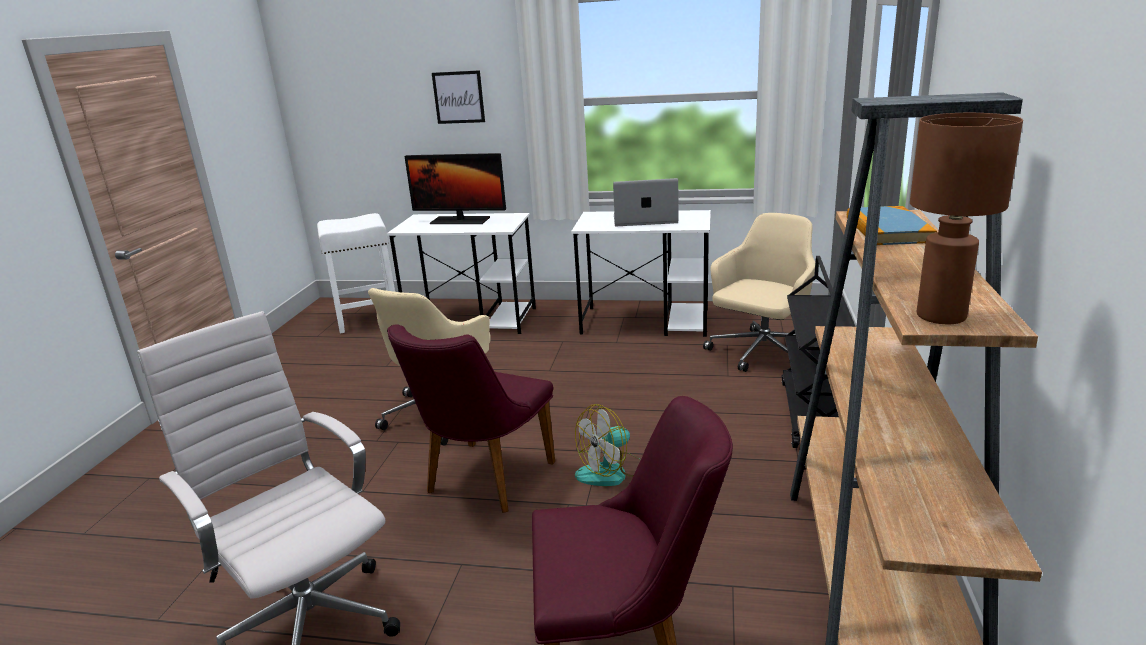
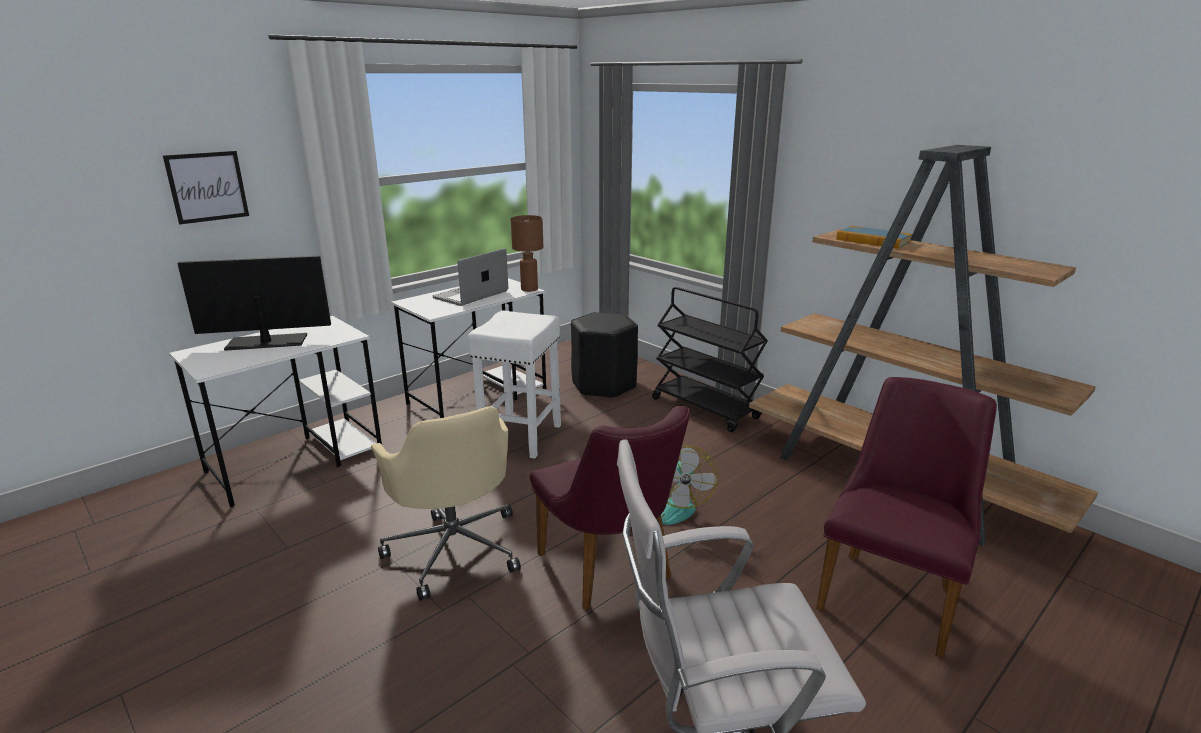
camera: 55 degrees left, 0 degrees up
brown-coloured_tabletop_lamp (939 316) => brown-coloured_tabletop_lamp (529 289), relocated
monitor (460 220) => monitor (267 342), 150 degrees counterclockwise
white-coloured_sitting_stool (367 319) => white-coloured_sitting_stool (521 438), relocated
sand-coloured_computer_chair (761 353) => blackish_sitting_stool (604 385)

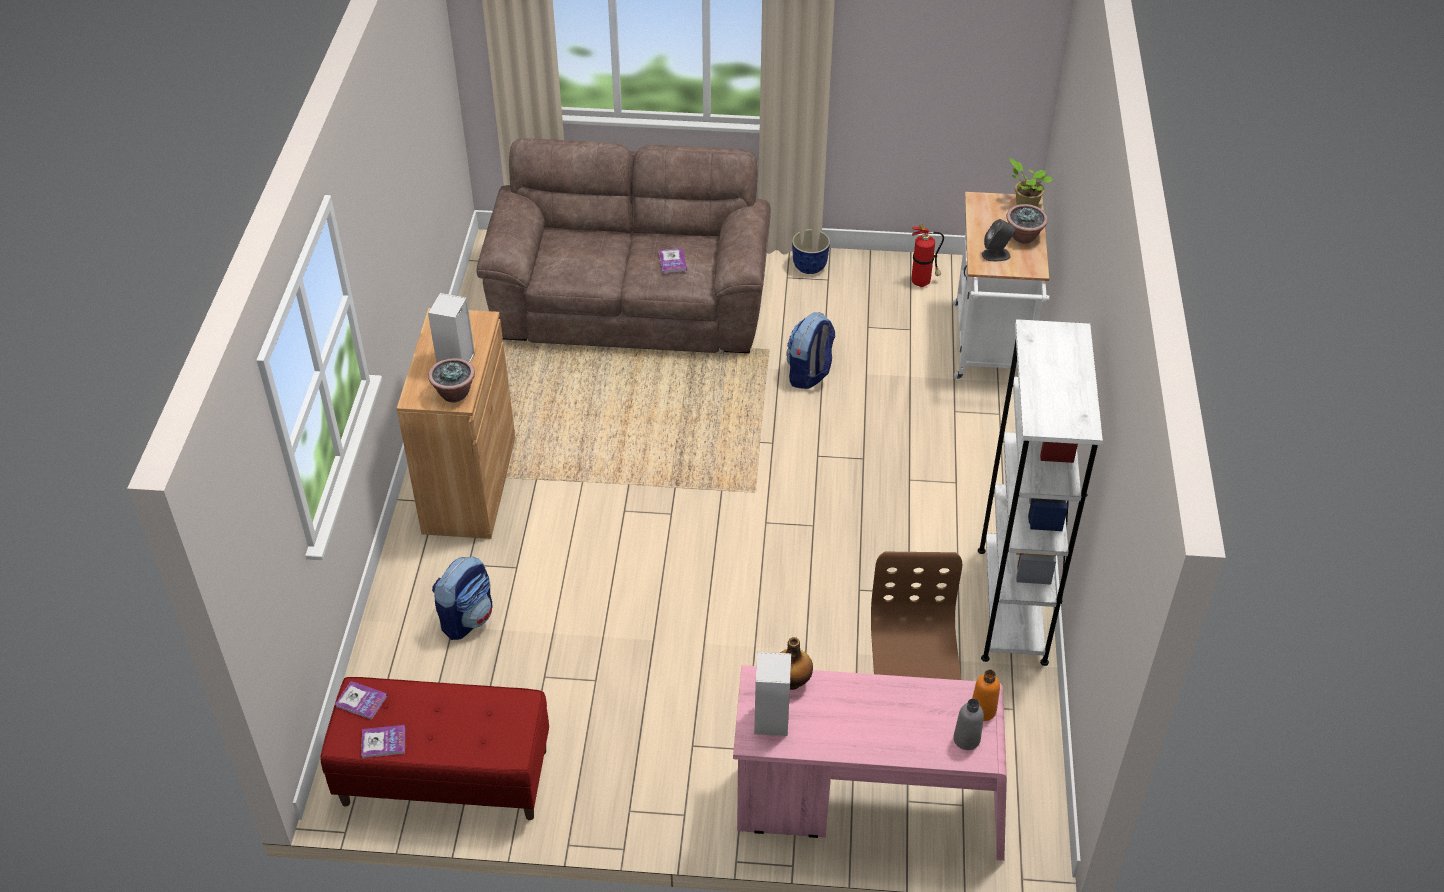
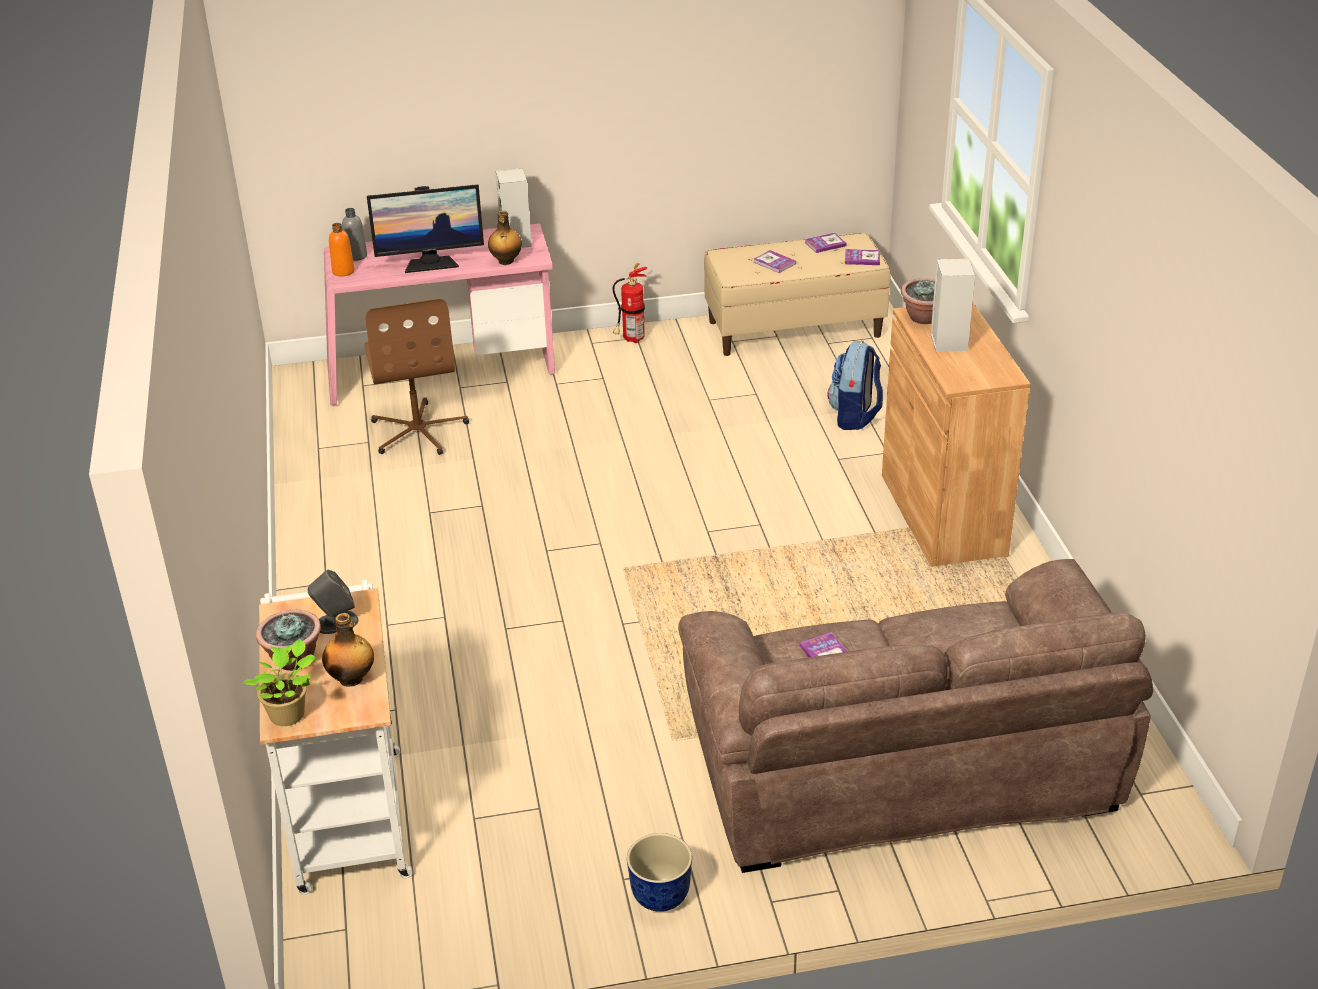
camera: 165 degrees right, 10 degrees down
extinguisher (923 283) => extinguisher (631 340), relocated
rucksack (809 374) => nothing
white-coloured_shelving_unit (1012 605) => nothing
red_indoor_bench (444 777) => sand-coloured_indoor_bench (794 328)
nothing => monitor (430 263)
nothing => volume (774 263)
nothing => beverage_bottle (352 679)

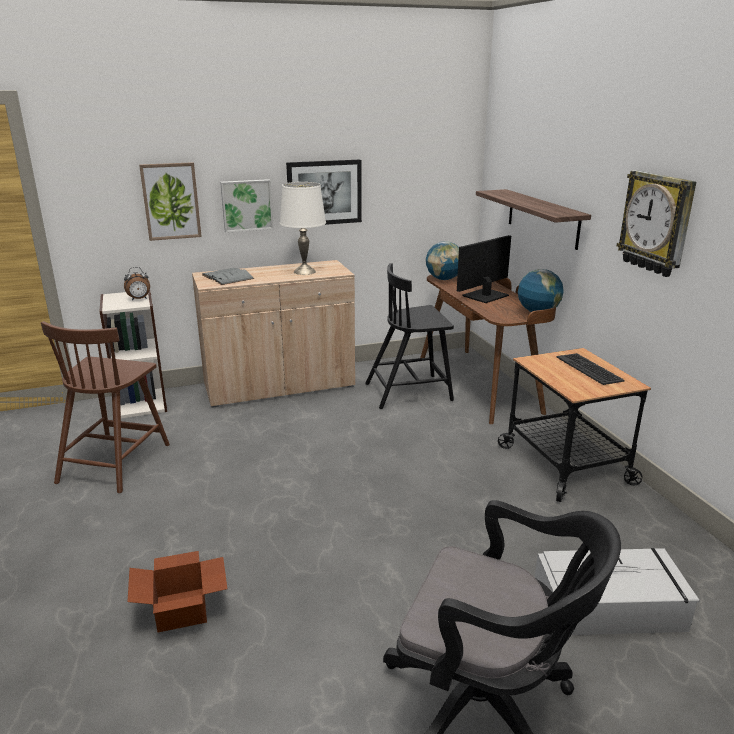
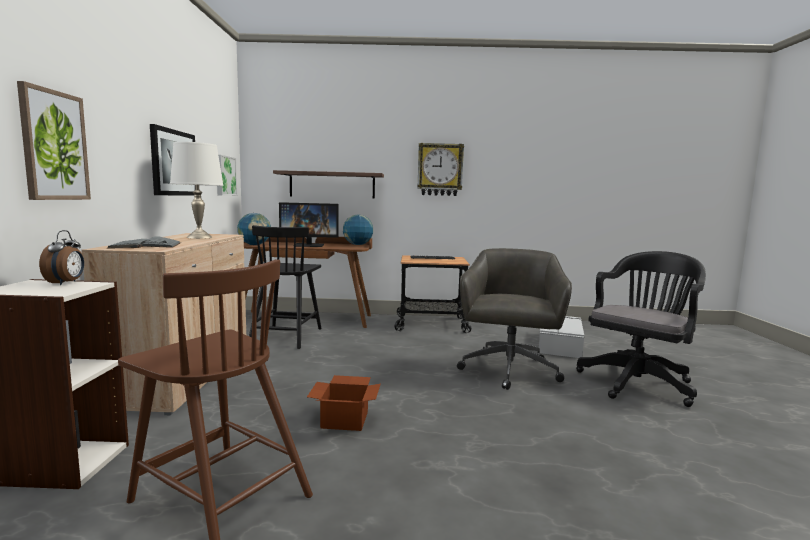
camera: 70 degrees left, 15 degrees down
picture (247 205) => picture (224 176), relocated
monitor (485 296) => monitor (309 245), 75 degrees counterclockwise
packing_box (183 610) => packing_box (346 419), relocated
nothing => grey_computer_chair (509 371)

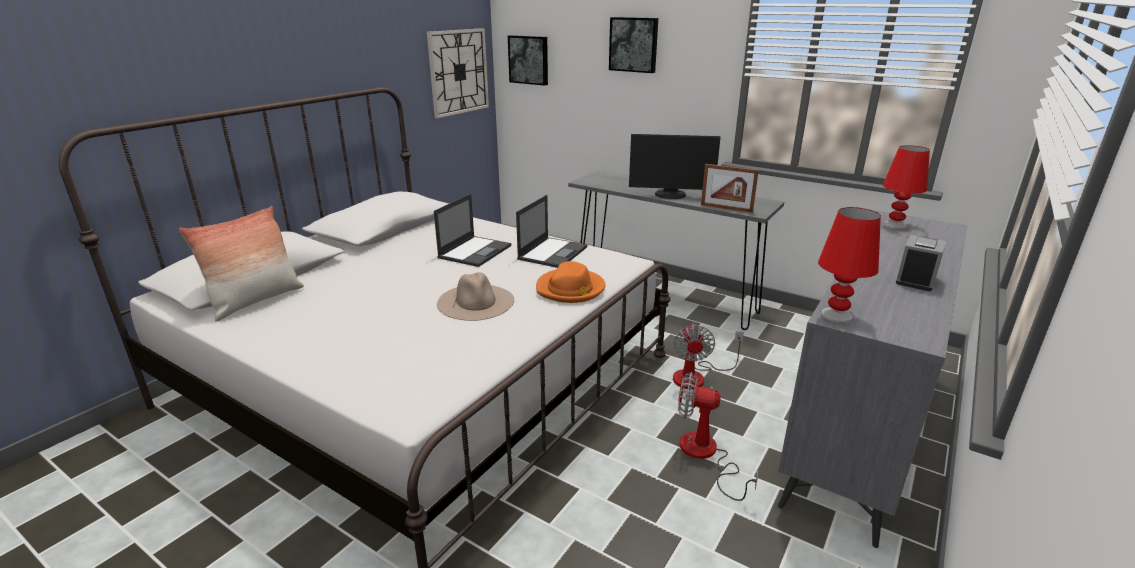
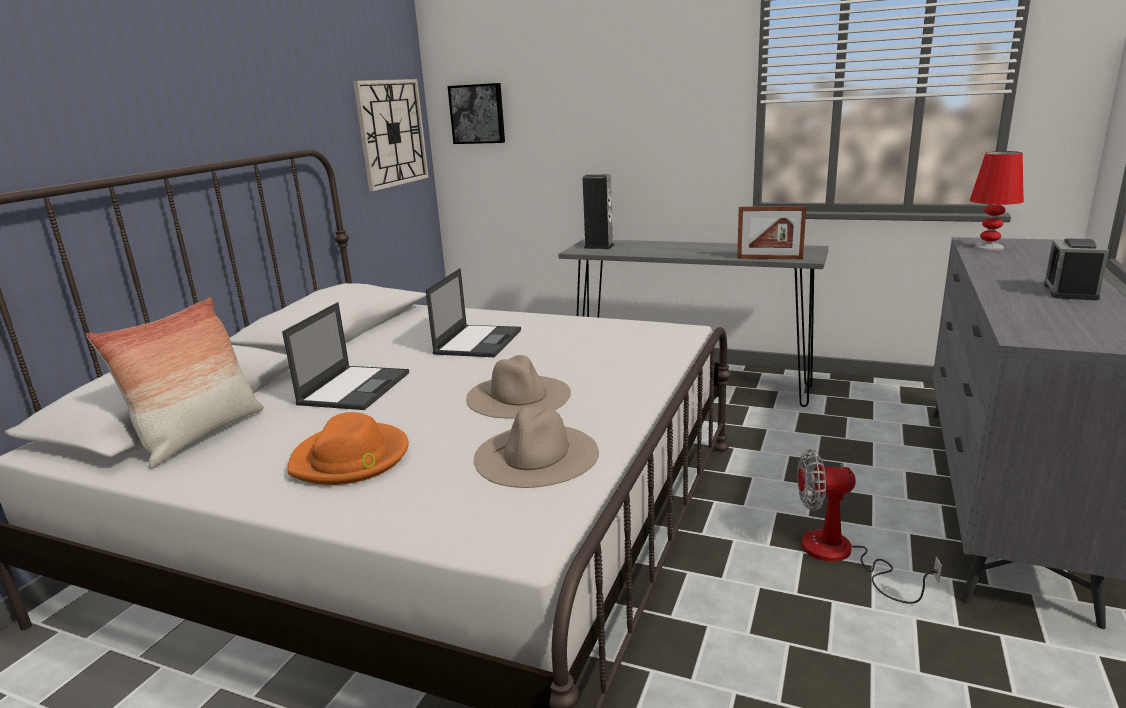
camera: 10 degrees left, 5 degrees down
picture (634 44) => nothing
monitor (670 195) => nothing
notebook_computer (553 252) => notebook_computer (355 387), relocated
red_tabletop_lamp (837 315) => nothing
orange-coloured_hat (570 289) => orange-coloured_hat (351 459), relocated
cooling_fan (697 376) => nothing
nothing => audio_speaker (599 246)
nothing => sand-coloured_hat (536 454)

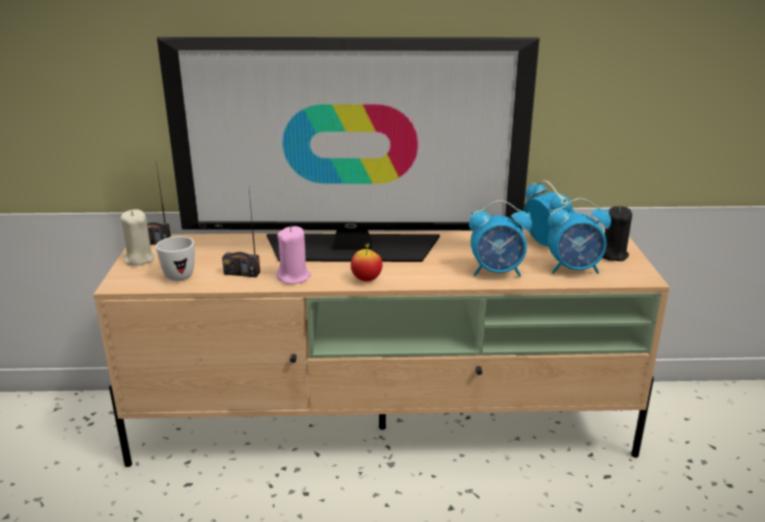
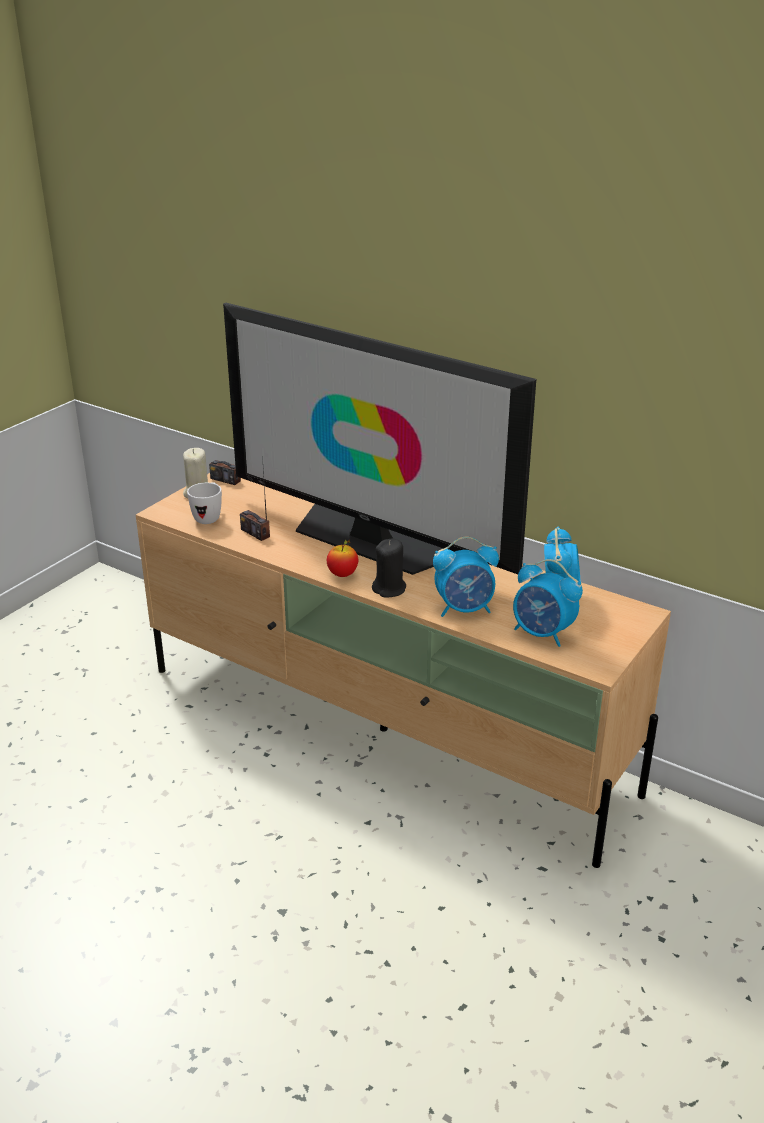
camera: 35 degrees right, 5 degrees up
alarm_clock (497 272) => alarm_clock (464 609), 45 degrees counterclockwise
blackish_wax_light (612 255) => blackish_wax_light (389 589), relocated
pinkish_wax_light (294 277) => nothing

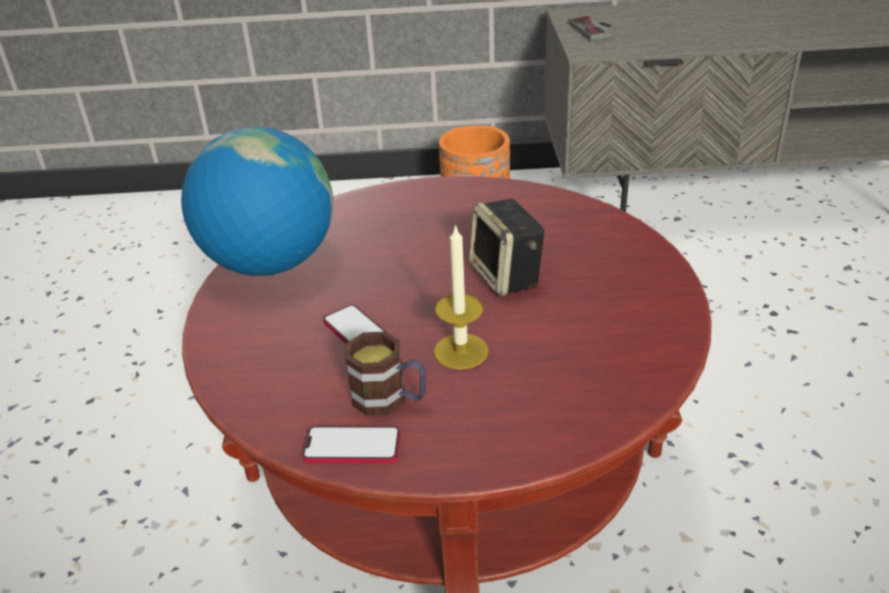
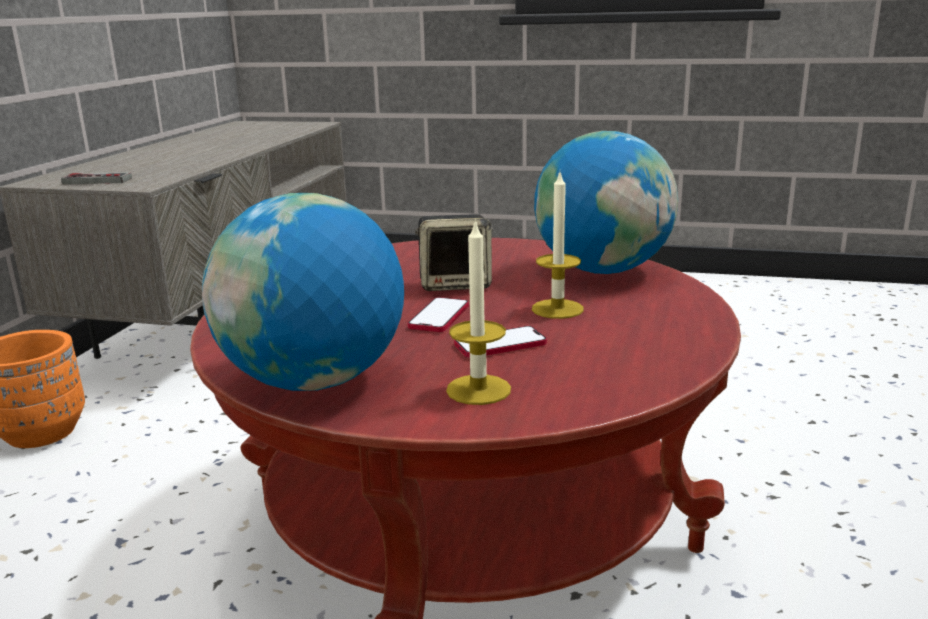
camera: 75 degrees left, 15 degrees down
coffee_mug (390 399) => nothing
telephone (352 447) => telephone (439 317), relocated
nothing => world_globe (603 270)
nothing => wax_light (478 389)

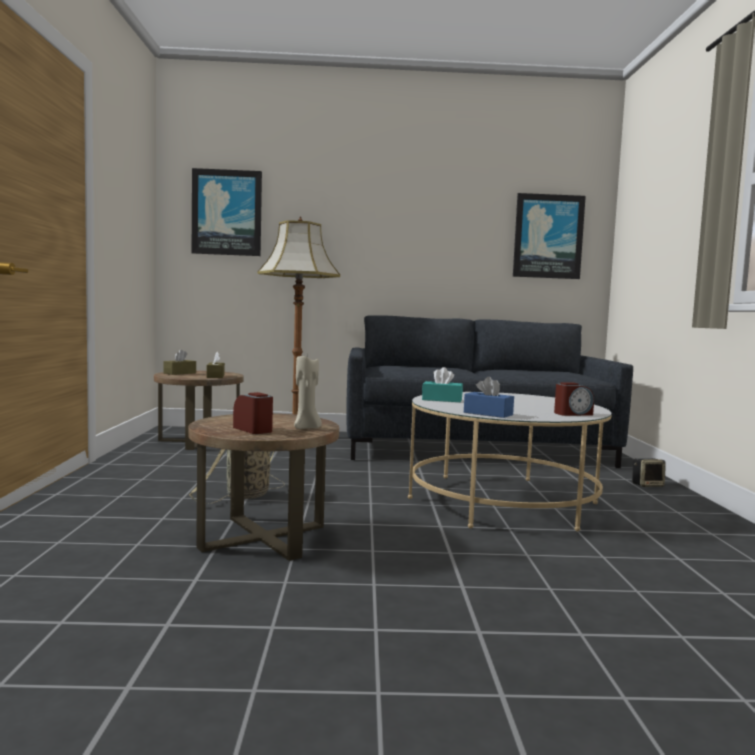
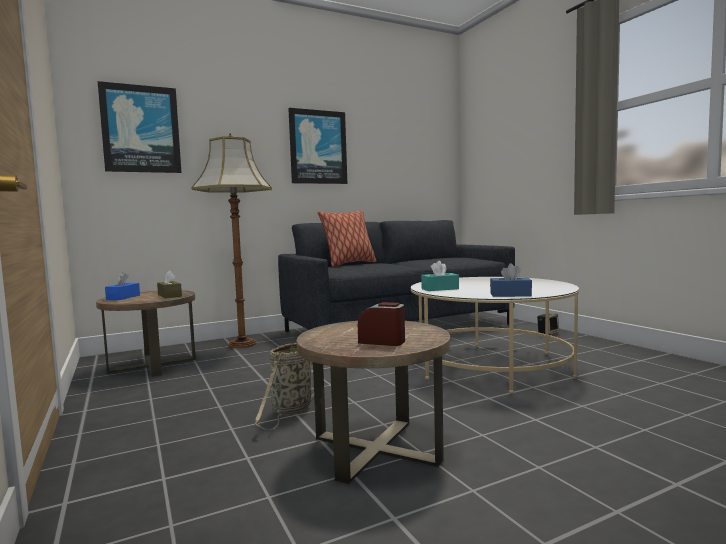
camera: 25 degrees left, 0 degrees up
picture (548 236) => picture (318 147), relocated
brown-coloured_box_of_tissues (180 373) => blue_box_of_tissues (123 297)
sand-coloured_wax_light (306 428) => nothing
alarm_clock (572 414) => nothing
nothing => cushion (349 264)

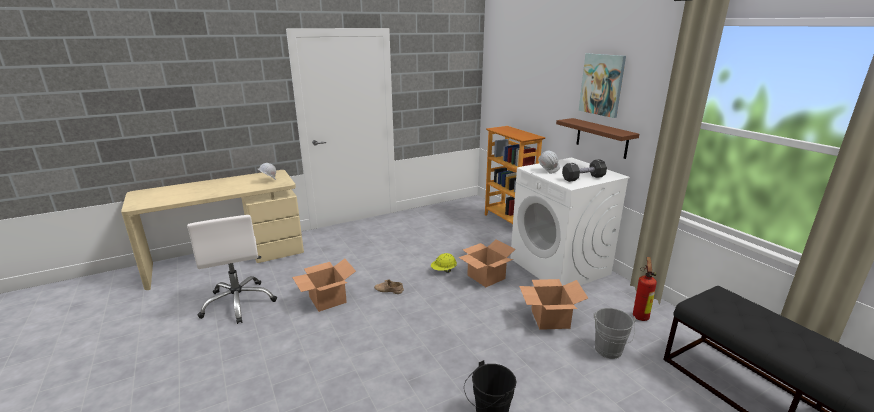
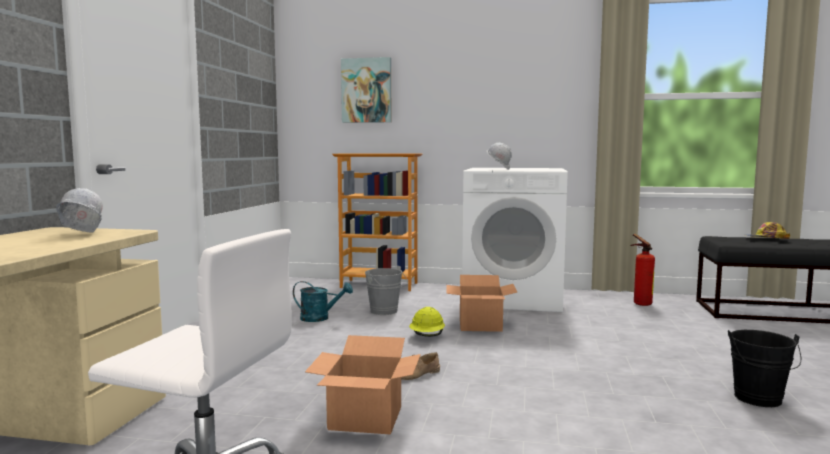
camera: 50 degrees left, 15 degrees down
picture (602 84) => picture (366 90), relocated
brown-coloured_shelf (601 138) => nothing
blackish_hand_weight (583 178) => nothing
packing_box (550 319) => nothing
grey_pail (608 352) => grey_pail (386 312), relocated
nothing => peaked_cap (766 239)
nothing => turquoise_sprinkling_can (320 318)

